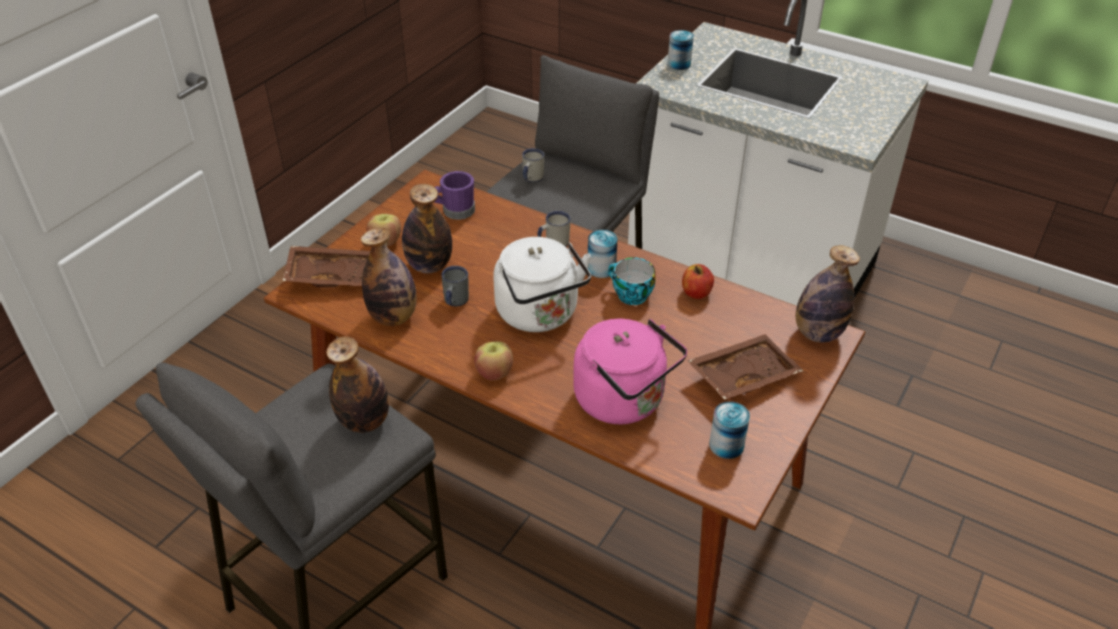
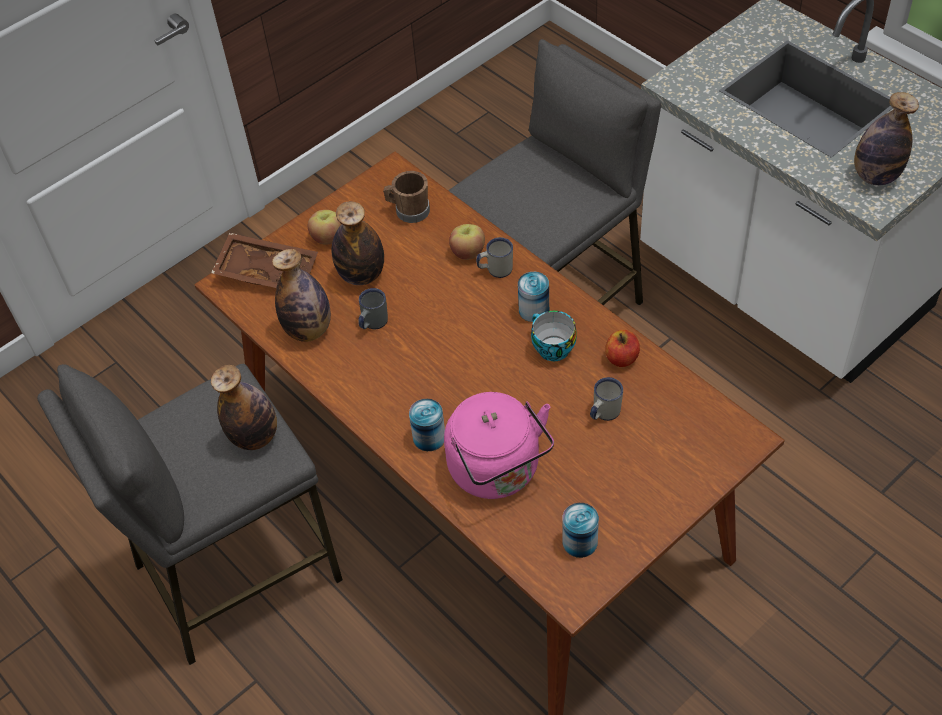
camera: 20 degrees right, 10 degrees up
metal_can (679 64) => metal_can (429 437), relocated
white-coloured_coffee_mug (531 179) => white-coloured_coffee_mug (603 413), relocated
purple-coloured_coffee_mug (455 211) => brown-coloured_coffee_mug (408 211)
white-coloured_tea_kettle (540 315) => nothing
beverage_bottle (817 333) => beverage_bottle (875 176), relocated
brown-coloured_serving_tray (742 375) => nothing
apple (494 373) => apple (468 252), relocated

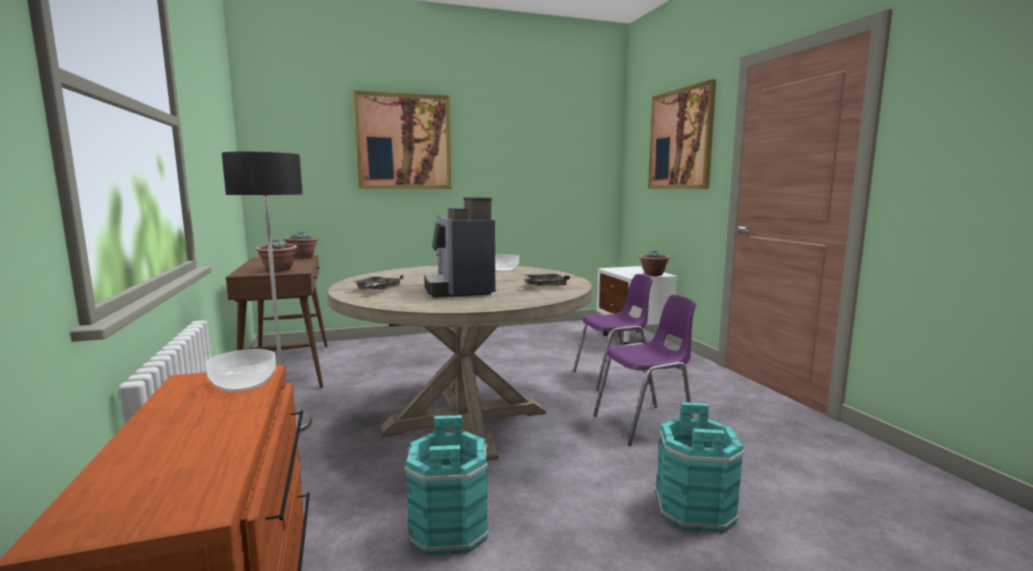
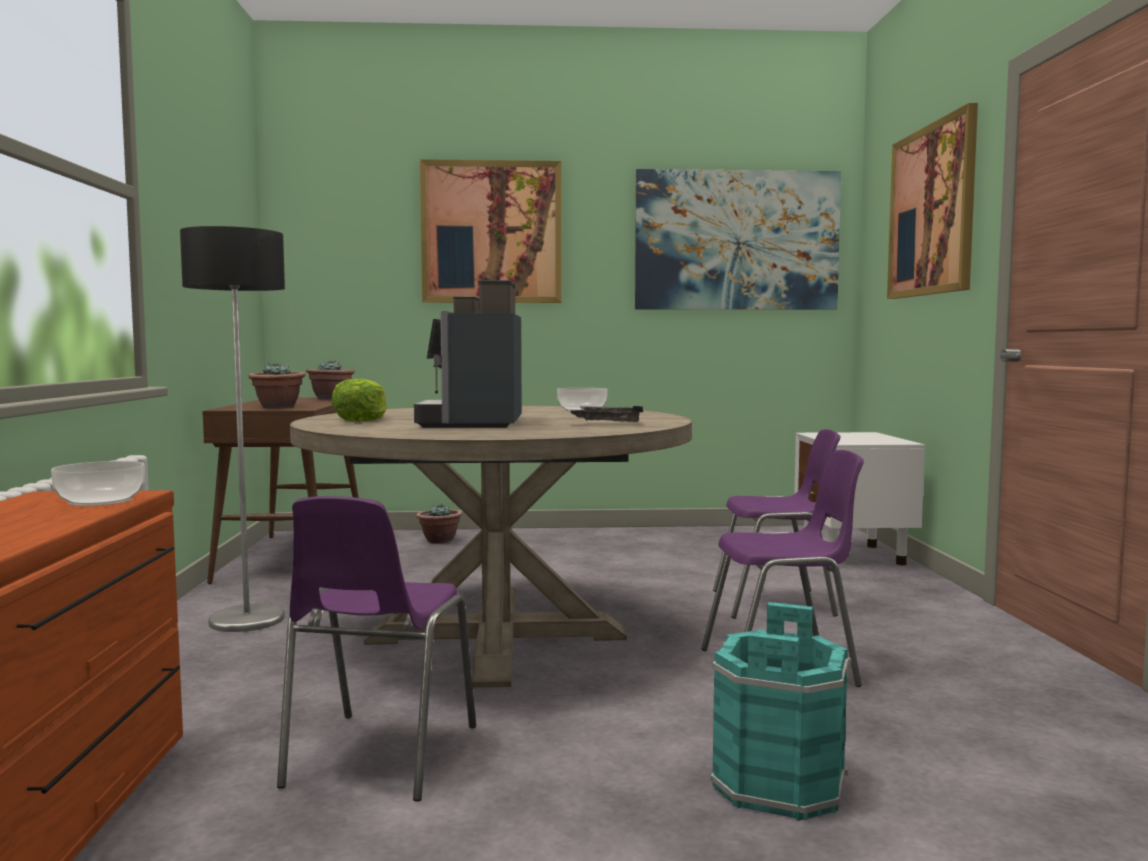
camera: 15 degrees right, 5 degrees down
plant_in_a_pot (653 275) => plant_in_a_pot (439 541), relocated
grey_serving_tray (377 290) => head_of_lettuce (362 420)
turquoise_pail (448 529) => purple-coloured_chair (378 758)
nothing => picture (736 240)

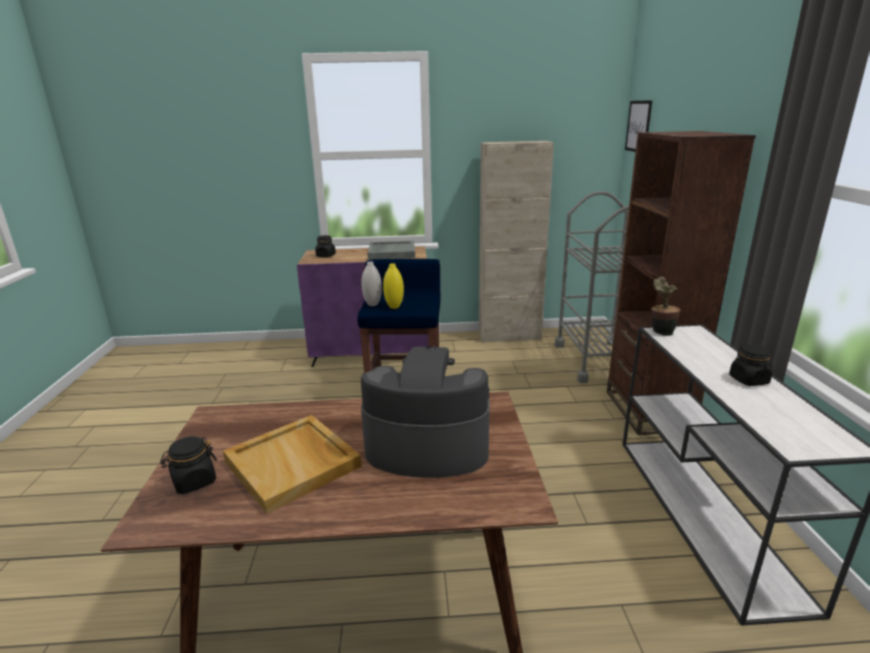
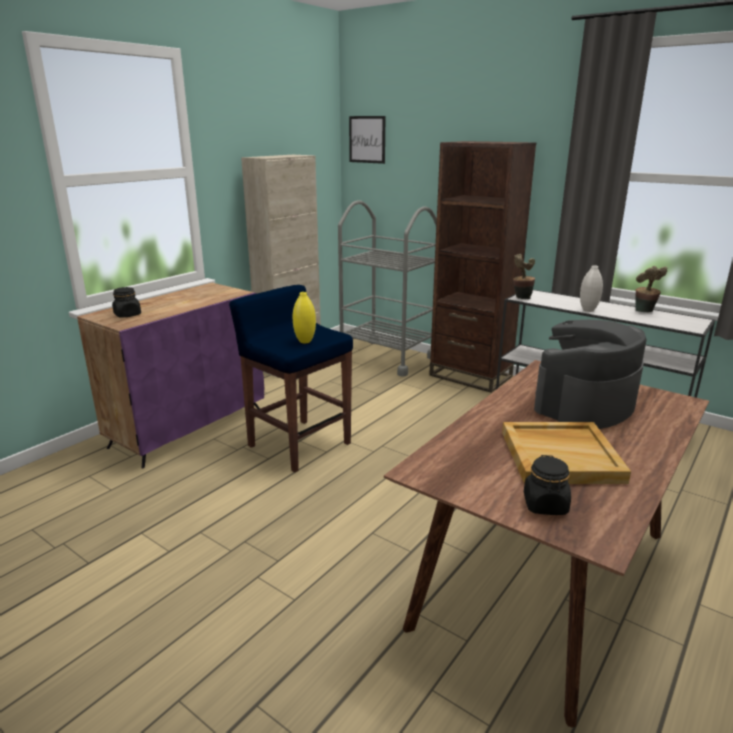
camera: 50 degrees left, 0 degrees up
grey_serving_tray (391 252) => nothing
white-coloured_decorative_vase (373 304) => white-coloured_decorative_vase (588 310), relocated
blackish_storage_jar (749 380) => nothing
nothing => plant_in_a_pot (644 312)

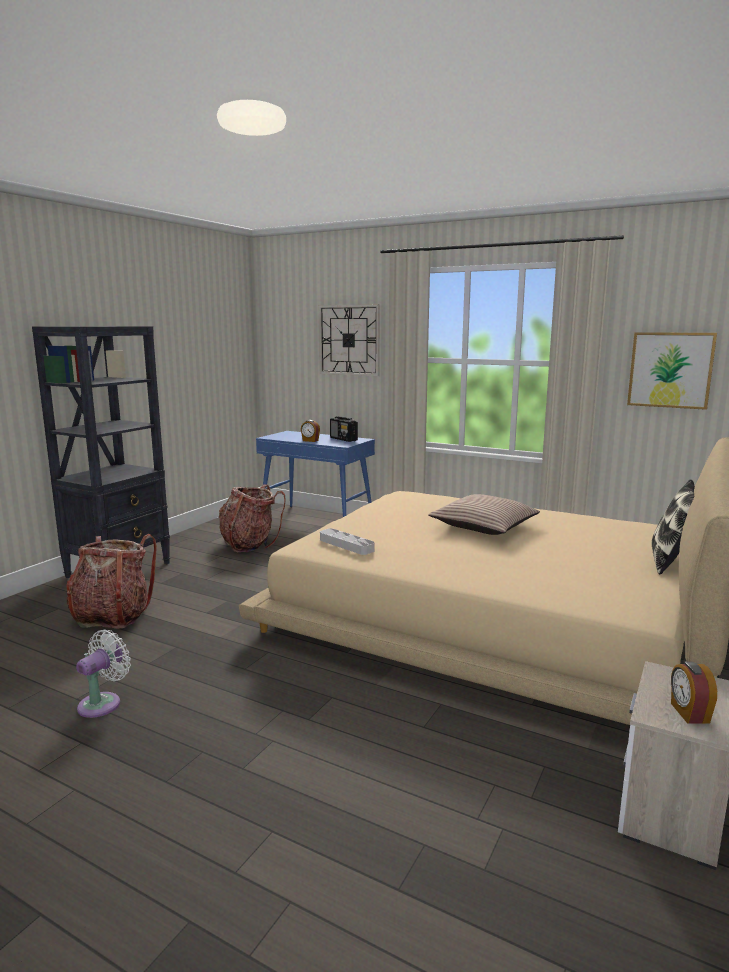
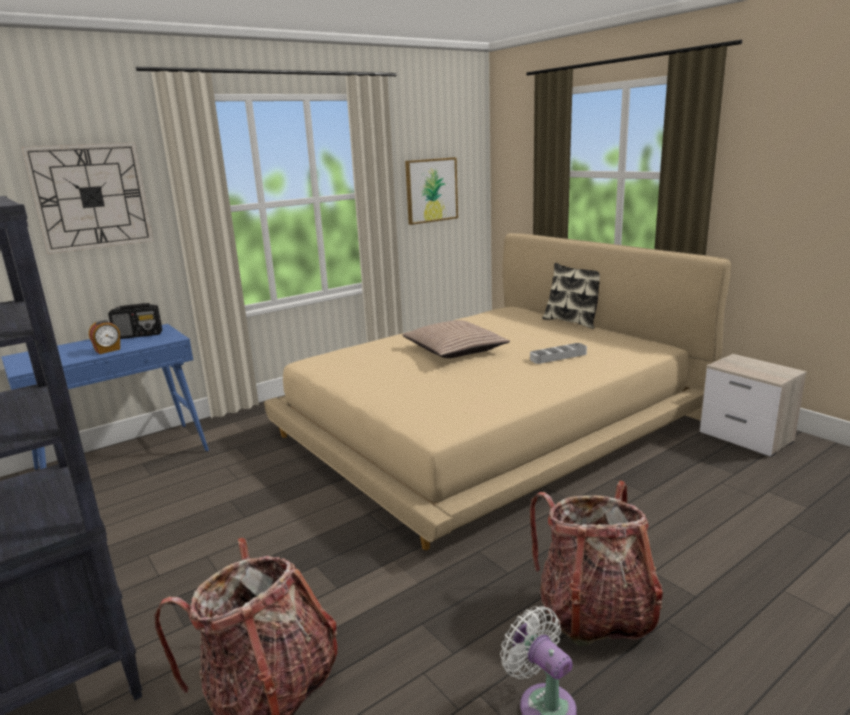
camera: 65 degrees left, 5 degrees up
rucksack (249 544) => rucksack (594 613), relocated
grey_serving_tray (346 545) => grey_serving_tray (558 356), relocated
alarm_clock (688 713) => nothing

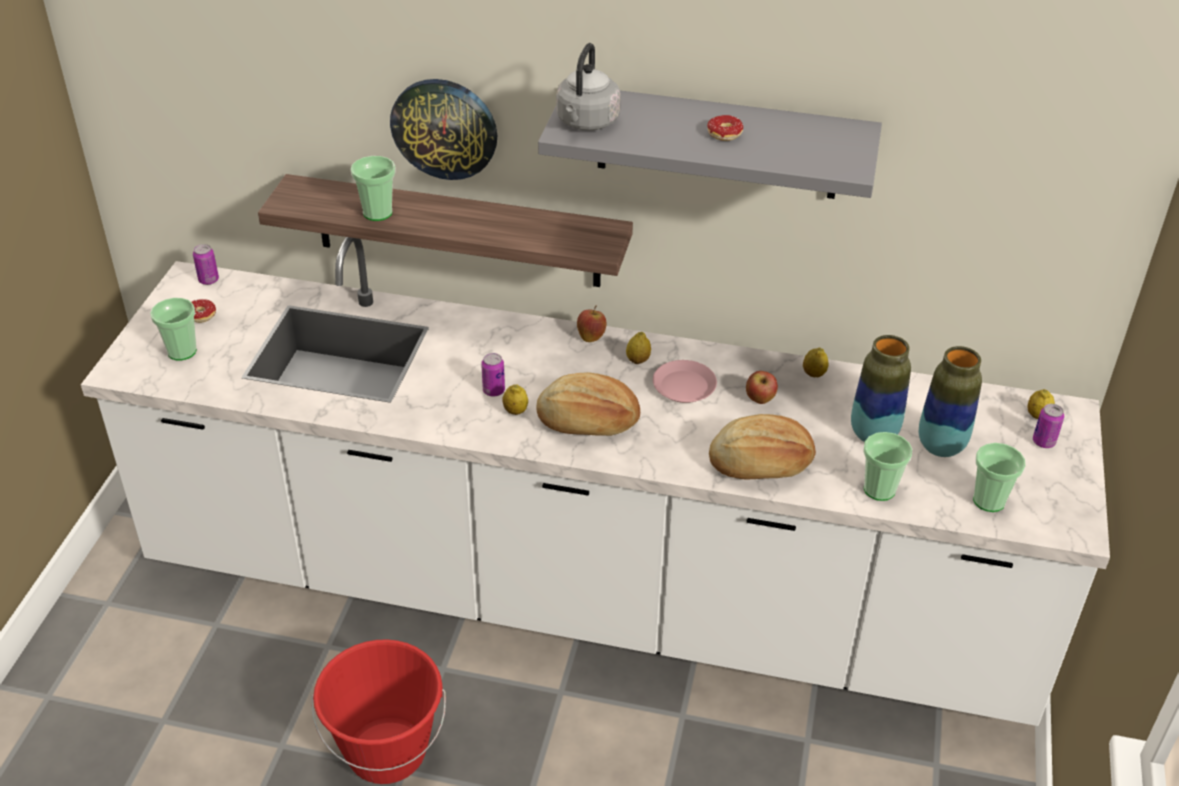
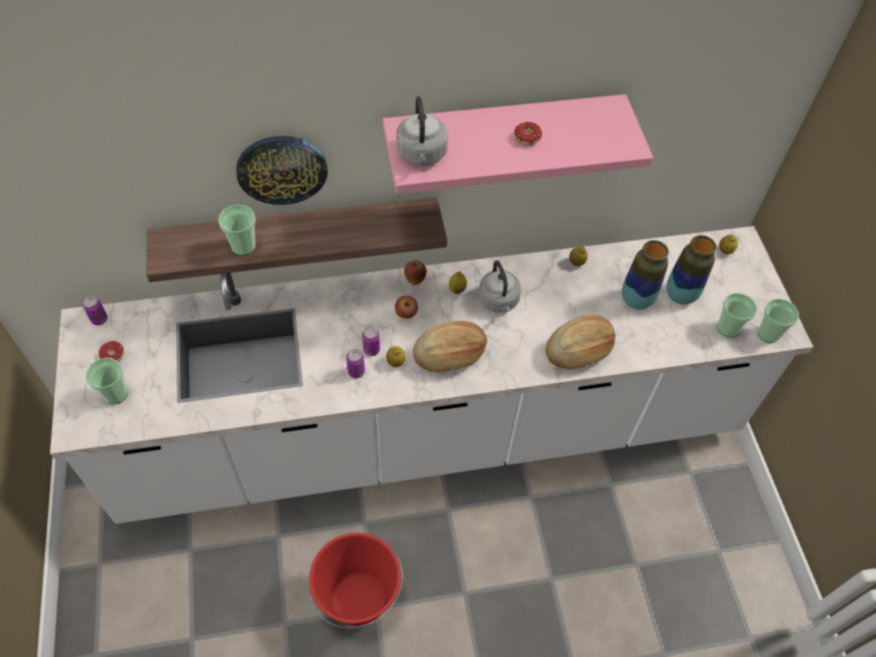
camera: 25 degrees left, 15 degrees up
grey_shelf (718 142) => pinkish_shelf (503 132)
pinkish_flat_dish (684 387) => grey_tea_kettle (499 301)
apple (760 400) => apple (406 314), relocated
metal_can (1043 442) => metal_can (356 372), relocated
cup (879 489) => cup (768 334), relocated

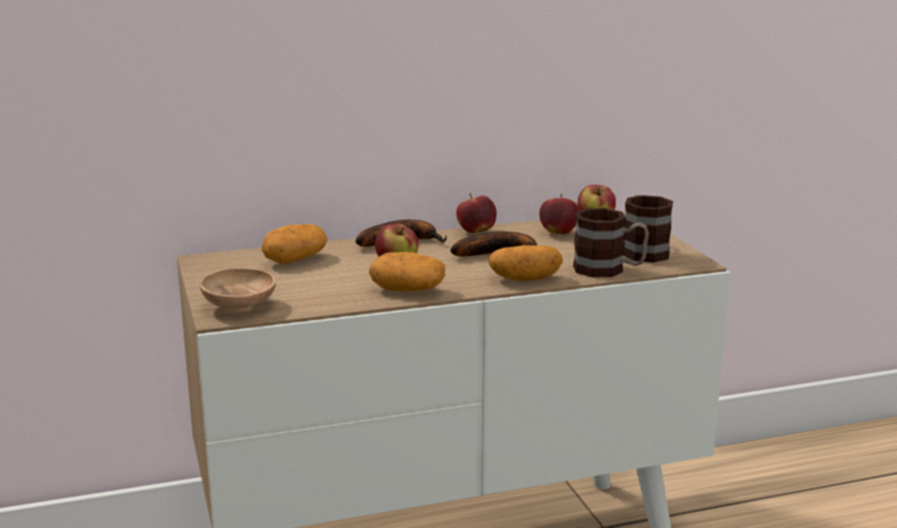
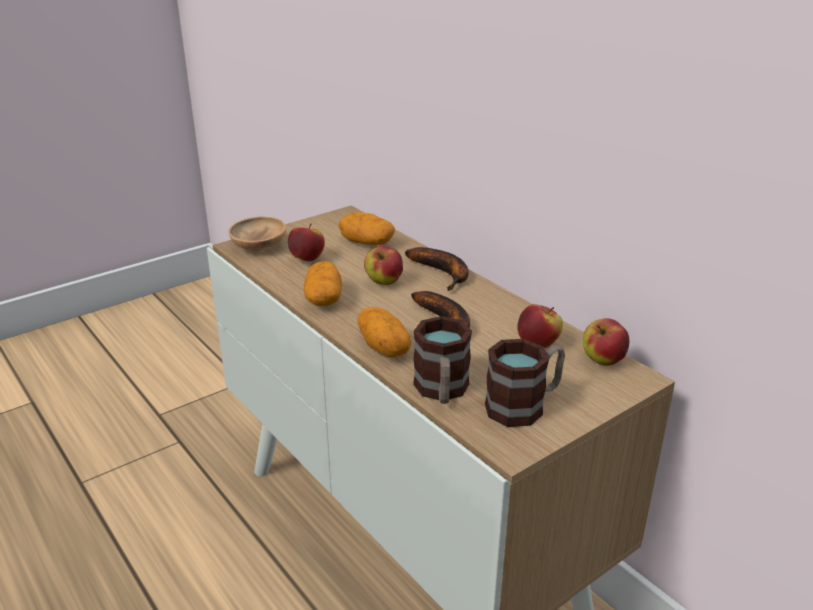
camera: 70 degrees right, 10 degrees up
apple (476 232) => apple (307 259), relocated

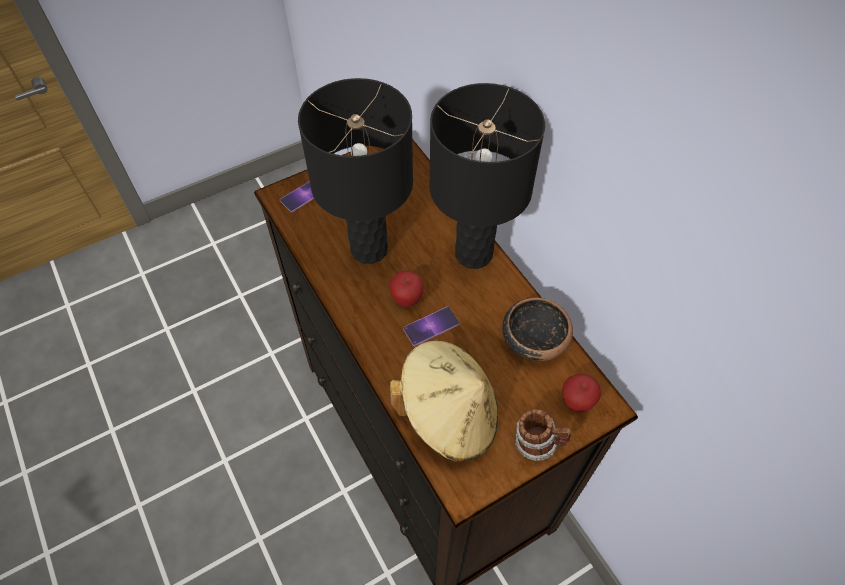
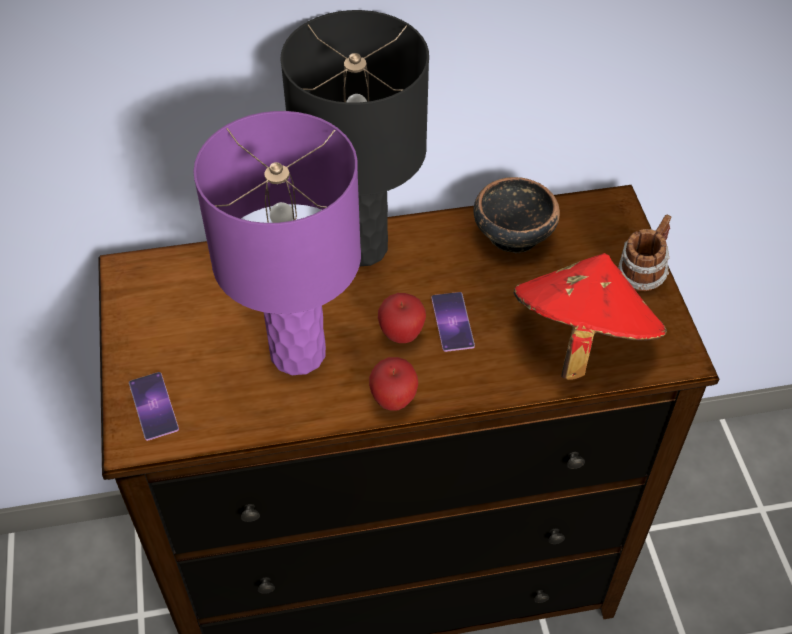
camera: 70 degrees left, 5 degrees down
blackish_tabletop_lamp (369 249) => purple-coloured_tabletop_lamp (299 353)
sand-coloured_hat (449 414) => red_hat (581 340)
apple (576 402) => apple (393 400), relocated

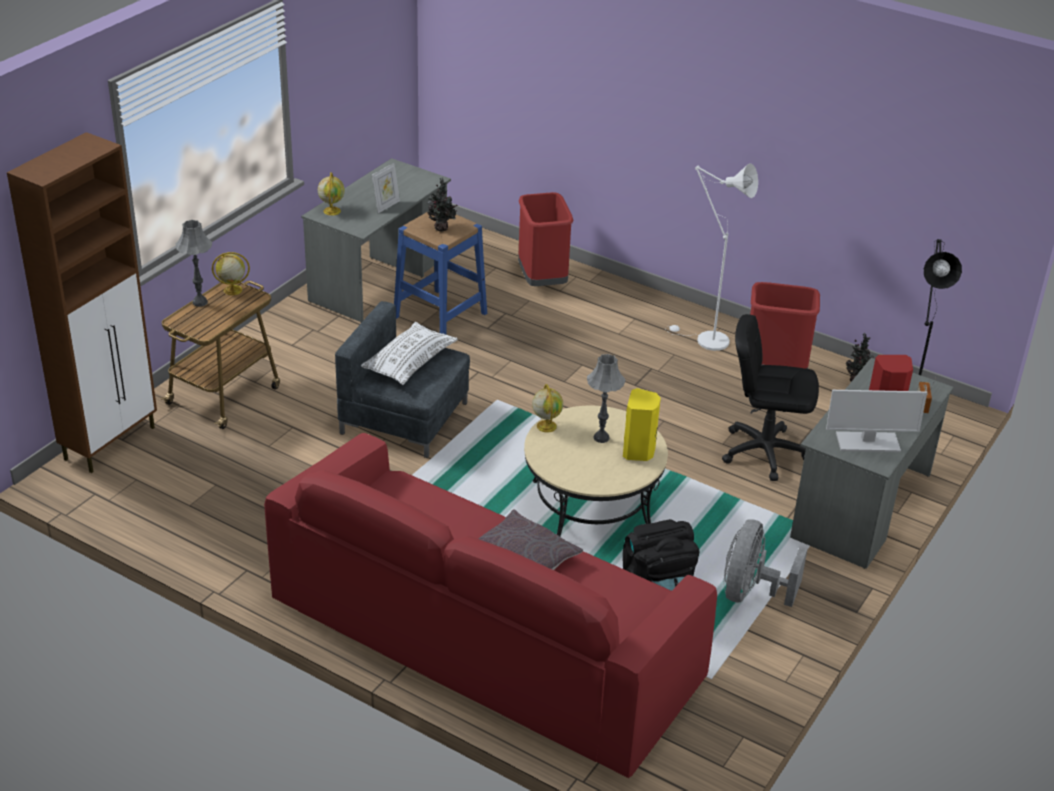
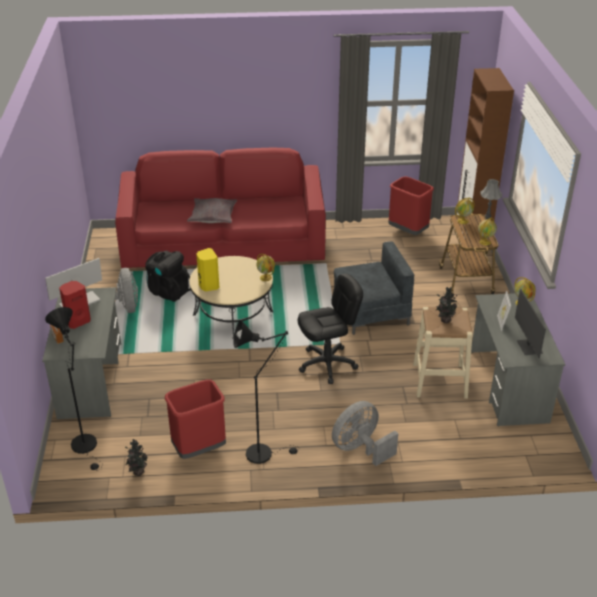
camera: 145 degrees right, 0 degrees up
white-coloured_standing_lamp (706 340) => blackish_standing_lamp (264 452)
red_trash_can (541 281) => red_trash_can (408 231), relocated
blue_sitting_stool (440 315) => sand-coloured_sitting_stool (439 380)
blackish_computer_chair (764 452) => blackish_computer_chair (327 364), relocated
white-coloured_cushion (409 362) => nothing
grey_tabletop_lamp (601 438) => nothing
nothing => world_globe (463 221)
nothing => monitor (529 347)
nothing => grey_cooling_fan (360 448)

